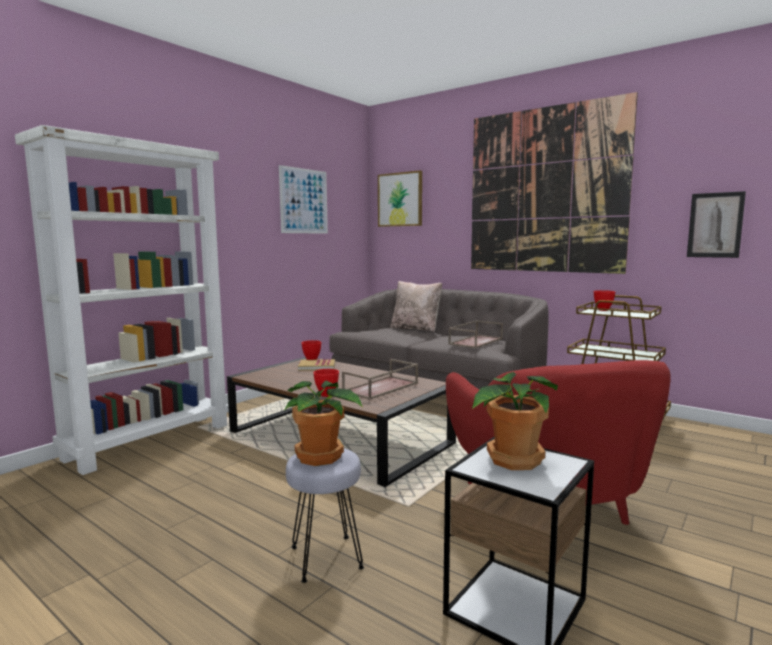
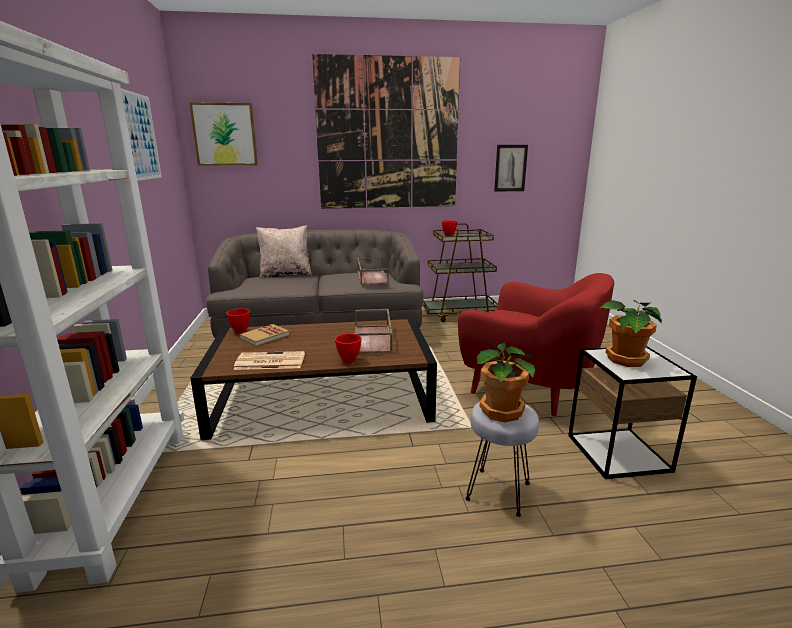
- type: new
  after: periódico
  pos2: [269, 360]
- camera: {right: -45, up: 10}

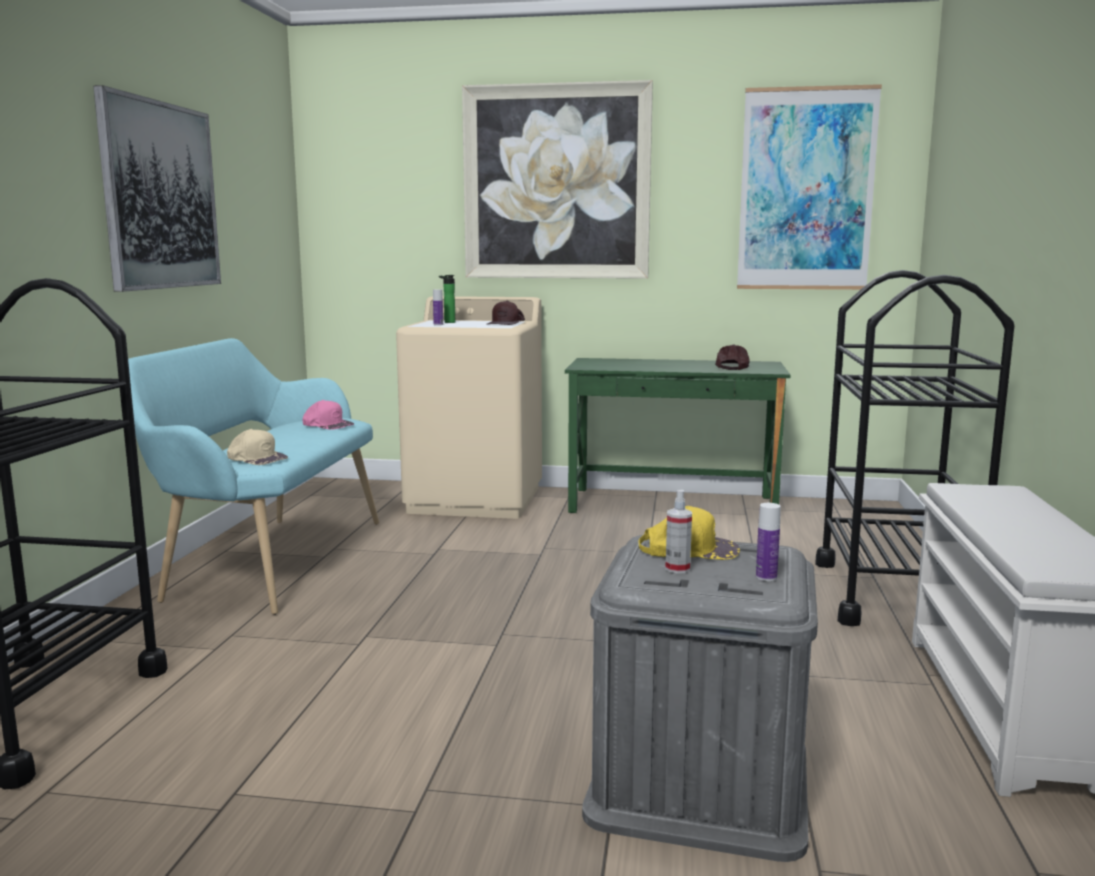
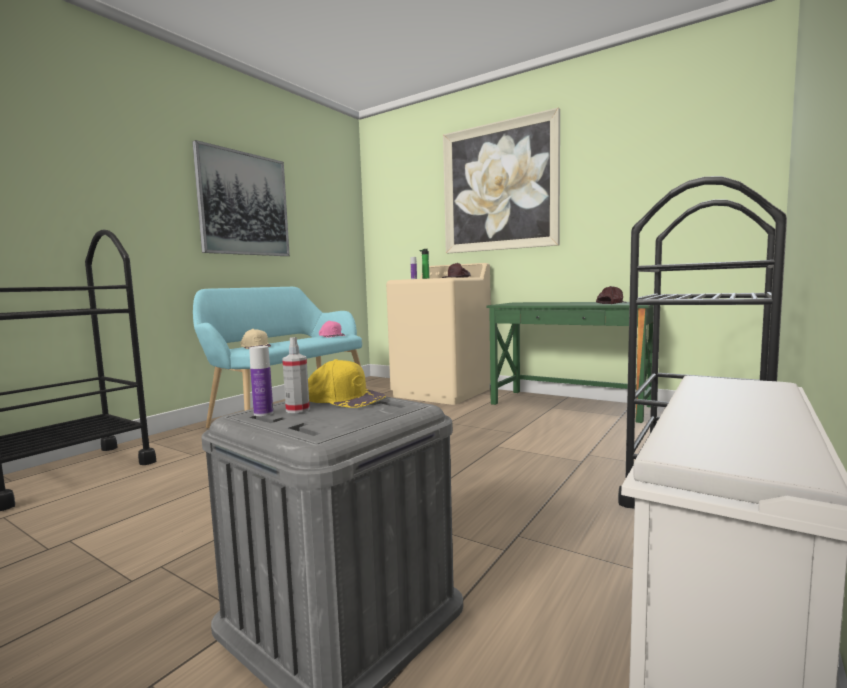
- type: gone
  before: cuadro
  pos1: [809, 187]
- type: shifted
  before: botella
  pos1: [768, 542]
  pos2: [261, 381]
- camera: {right: 25, up: -5}

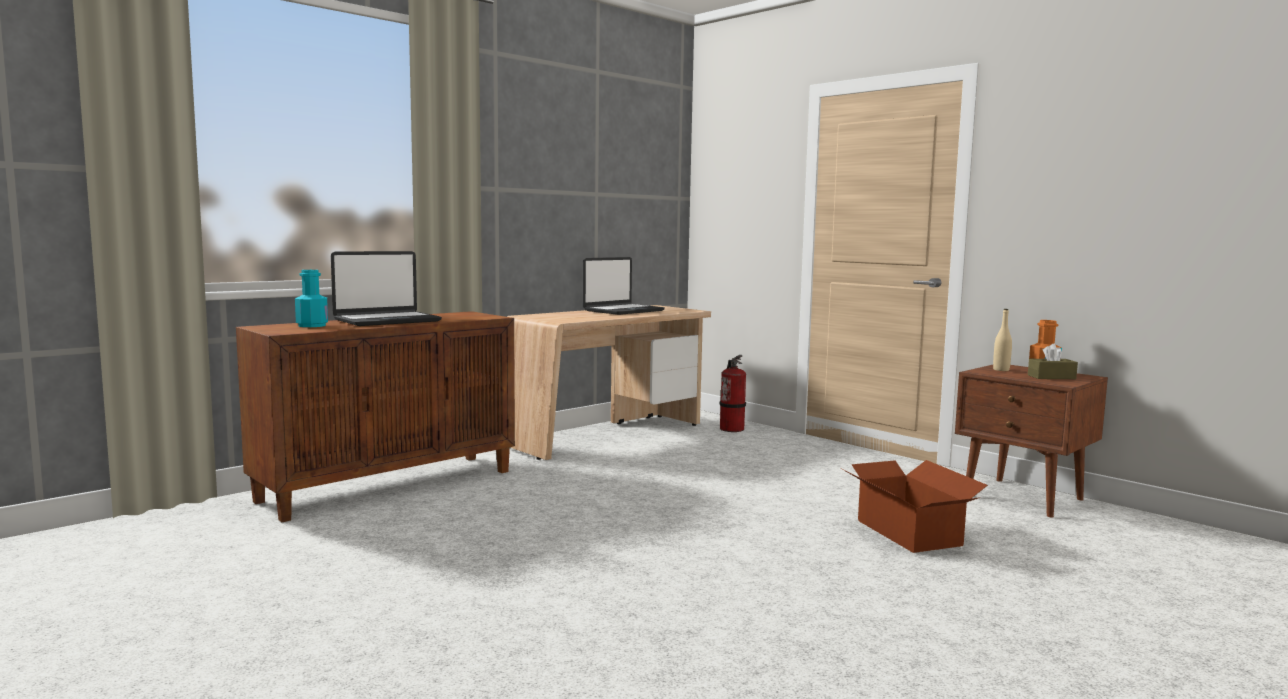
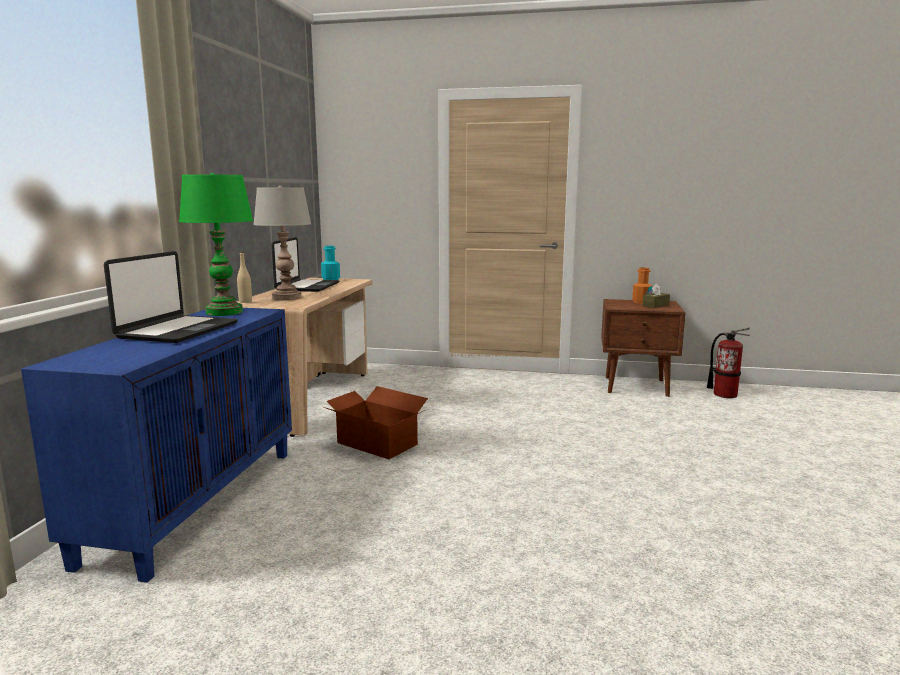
- type: repainted
  before: armario/marrón
  after: armario/azul
  pos1: [375, 416]
  pos2: [156, 445]
- type: shifted
  before: botella/turquesa
  pos1: [311, 298]
  pos2: [330, 263]
- type: shifted
  before: extintor
  pos1: [733, 393]
  pos2: [728, 363]
- type: shifted
  before: caja de cartón
  pos1: [914, 506]
  pos2: [376, 422]
- type: shifted
  before: botella/beis
  pos1: [1002, 340]
  pos2: [244, 277]
- type: new
  after: lámpara de mesa/verde
  pos2: [216, 244]
- type: new
  after: lámpara de mesa/gris
  pos2: [282, 243]
- camera: {right: -35, up: 5}

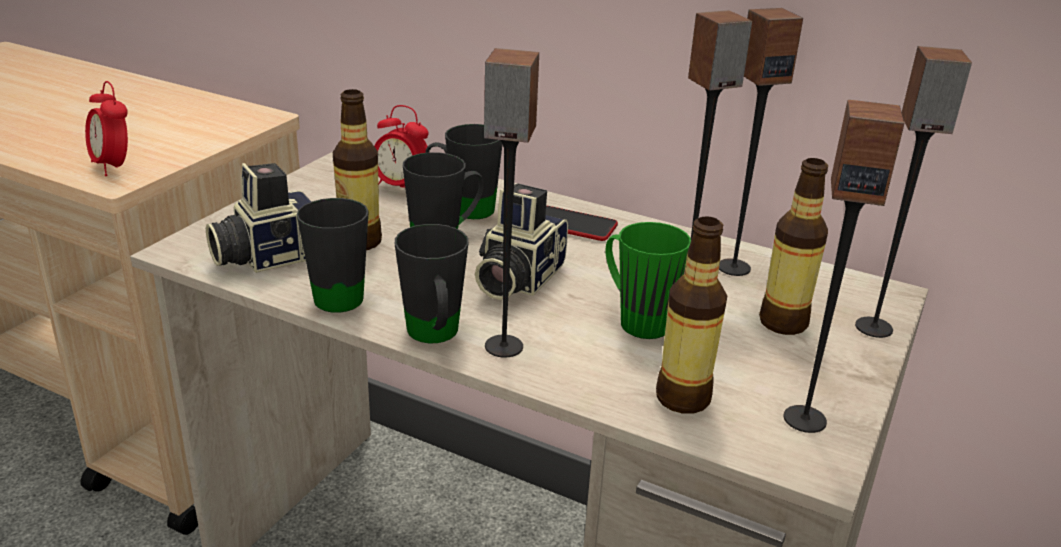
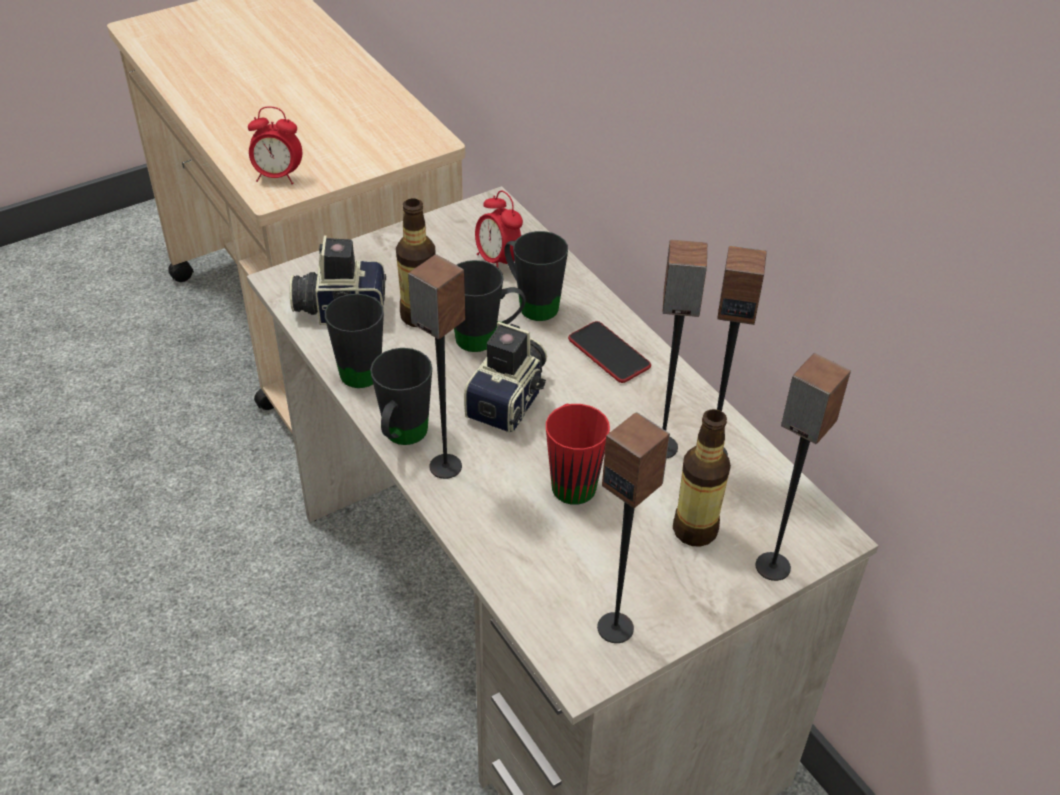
- type: rotated
  before: despertador
  pos1: [106, 128]
  pos2: [275, 145]
  turn: -75
- type: rotated
  before: cámara
  pos1: [521, 241]
  pos2: [505, 377]
  turn: 150
- type: repainted
  before: taza grande/verde
  after: taza grande/rojo
  pos1: [648, 280]
  pos2: [578, 454]
- type: gone
  before: botella
  pos1: [691, 315]
- camera: {right: 30, up: 15}

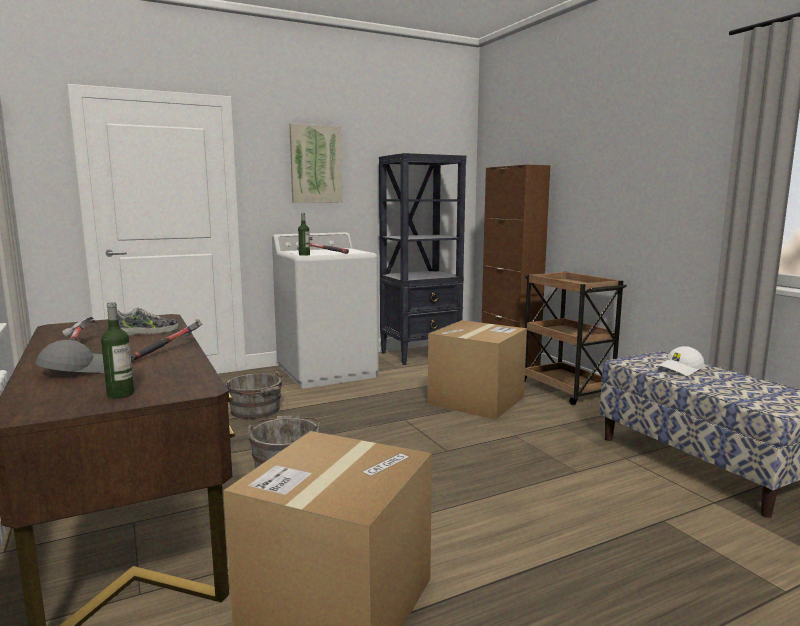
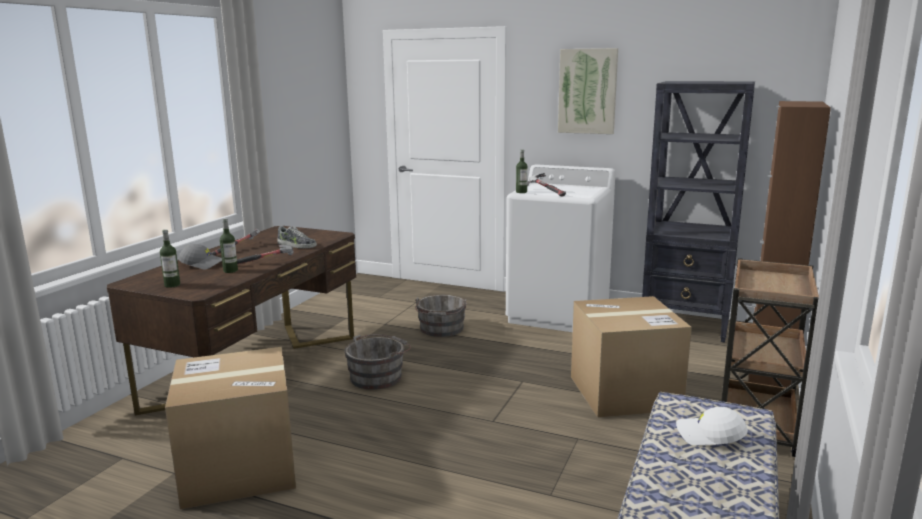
- type: new
  after: botella
  pos2: [229, 245]
- camera: {right: 50, up: 5}

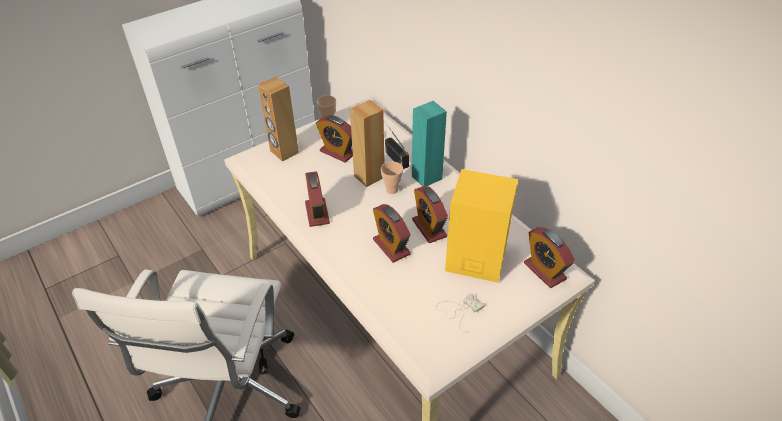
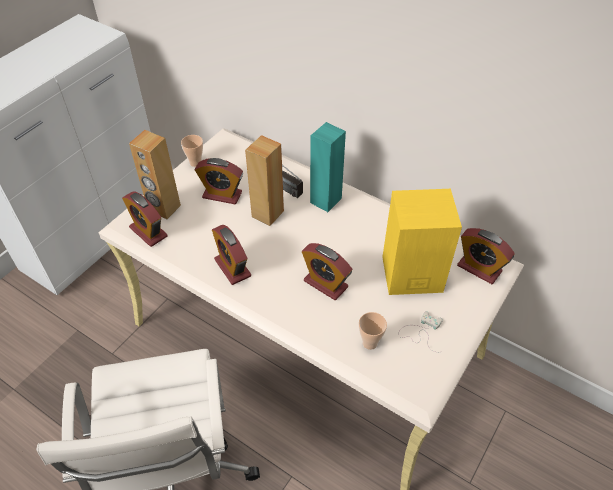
- type: shifted
  before: taza
  pos1: [392, 177]
  pos2: [373, 331]
- type: shifted
  before: despertador
  pos1: [430, 214]
  pos2: [145, 219]
- camera: {right: -20, up: 5}

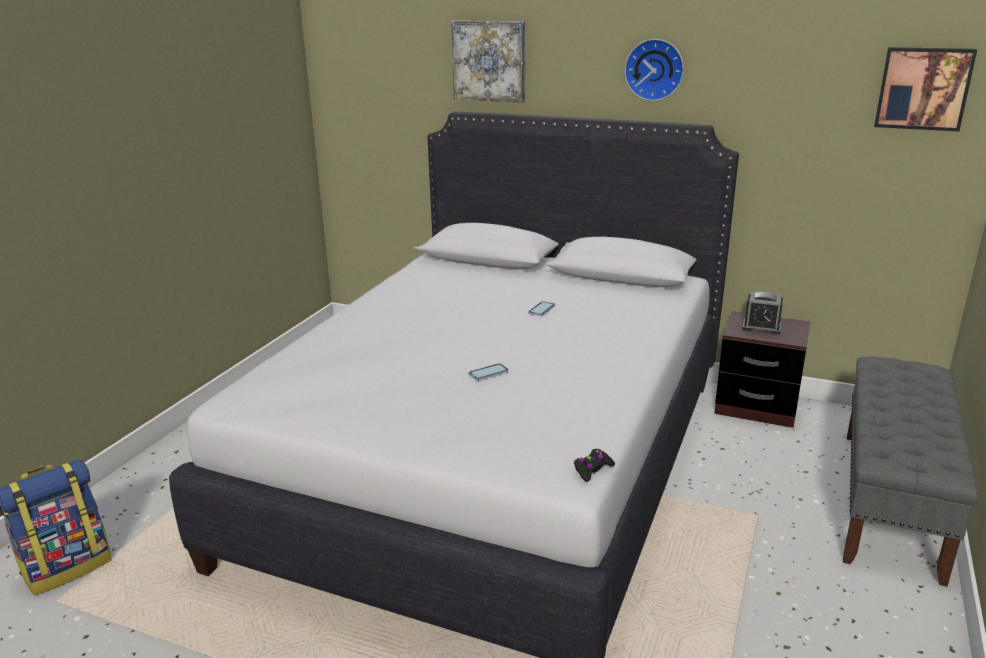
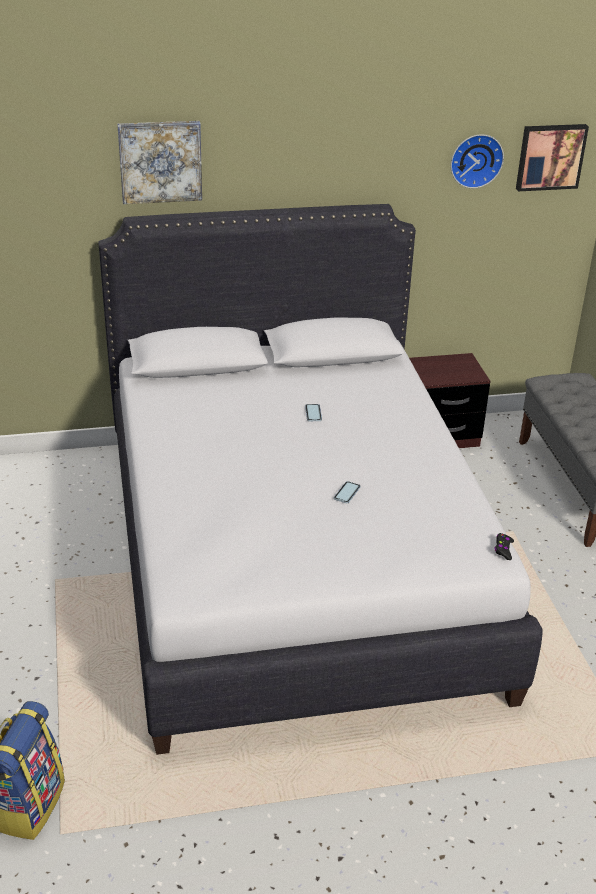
- type: shifted
  before: reloj de pared
  pos1: [654, 70]
  pos2: [477, 161]
- type: gone
  before: despertador
  pos1: [762, 313]
- camera: {right: -35, up: 10}

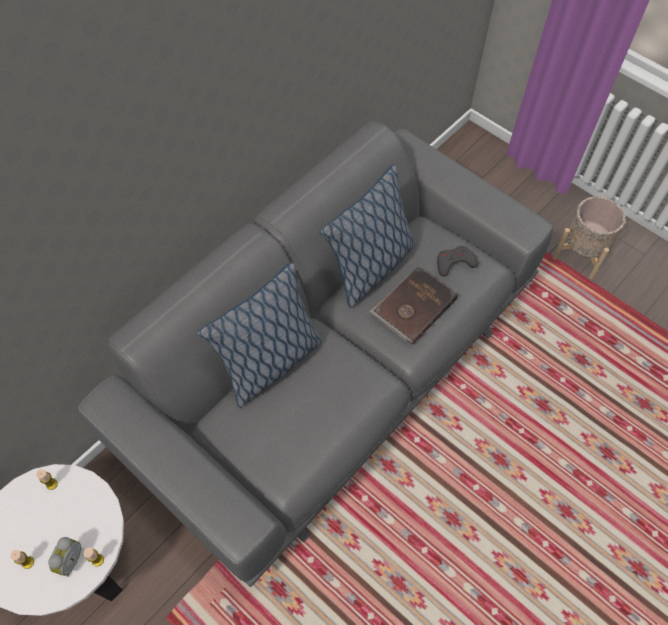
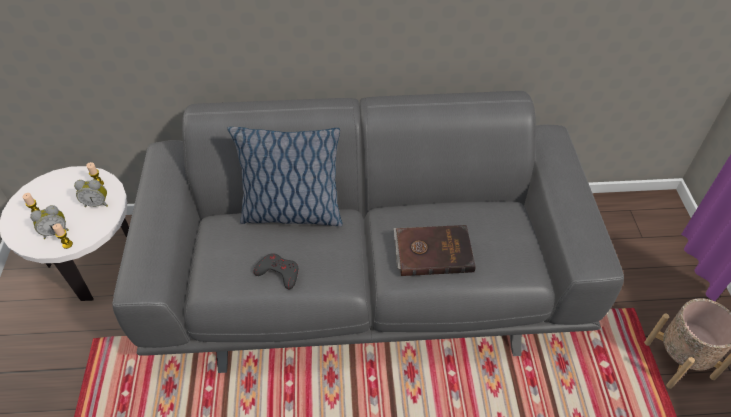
- type: gone
  before: cojín
  pos1: [367, 236]
- type: shifted
  before: mando de consola/gris
  pos1: [457, 261]
  pos2: [276, 271]
- type: new
  after: despertador
  pos2: [91, 193]
- camera: {right: 45, up: -10}

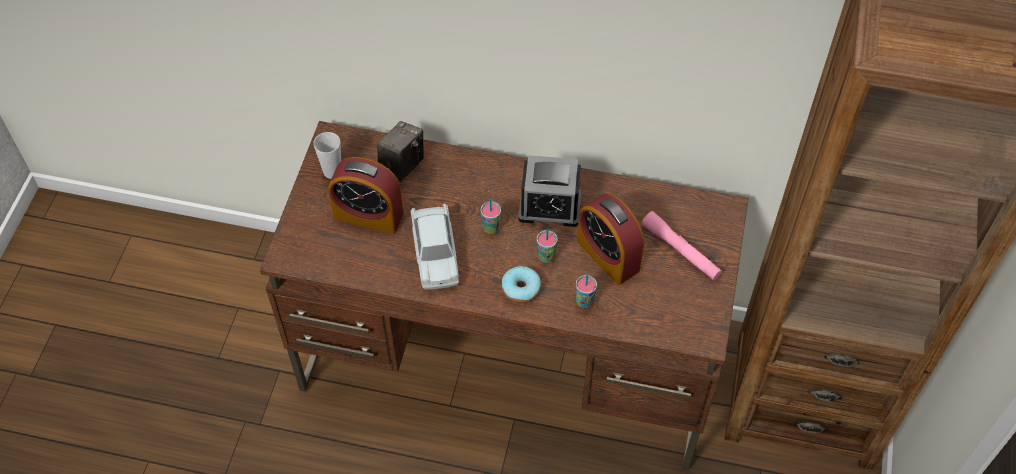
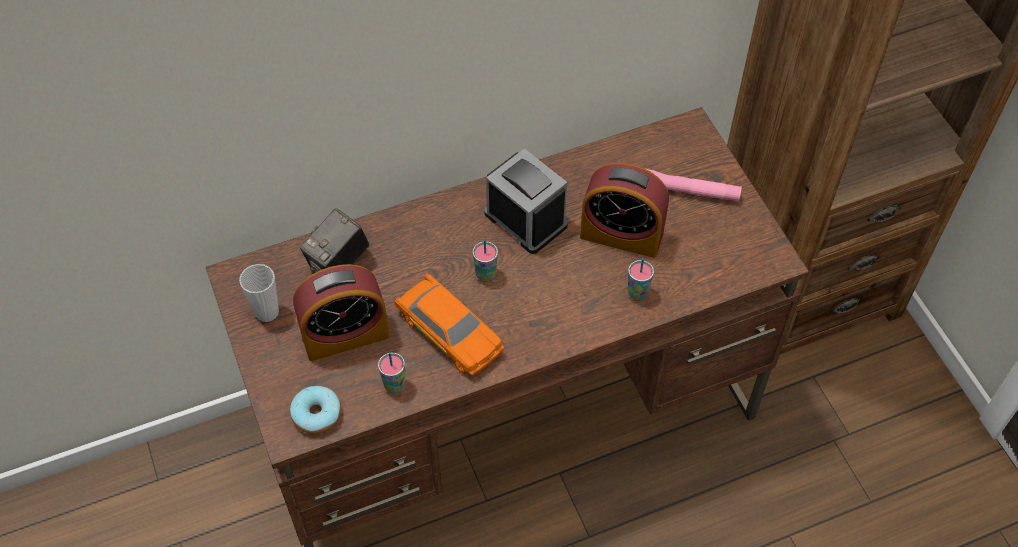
- type: rotated
  before: cámara
  pos1: [400, 151]
  pos2: [334, 240]
  turn: -135
- type: repainted
  before: coche de juguete/blanco
  after: coche de juguete/naranja
  pos1: [435, 247]
  pos2: [449, 325]
- type: shifted
  before: rosquilla
  pos1: [521, 284]
  pos2: [315, 410]
- type: rotated
  before: despertador
  pos1: [549, 191]
  pos2: [526, 201]
  turn: -105
- type: shifted
  before: taza
  pos1: [547, 245]
  pos2: [391, 372]
- camera: {right: -35, up: 0}

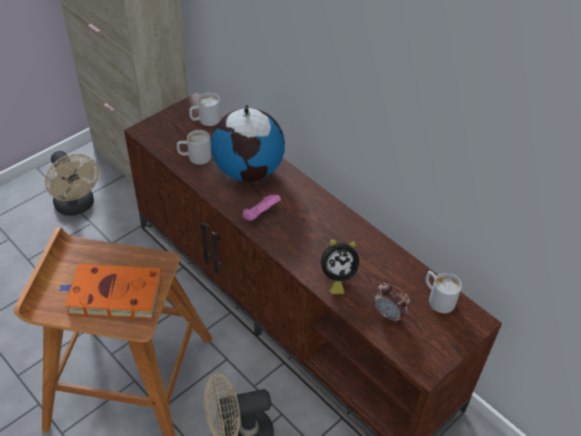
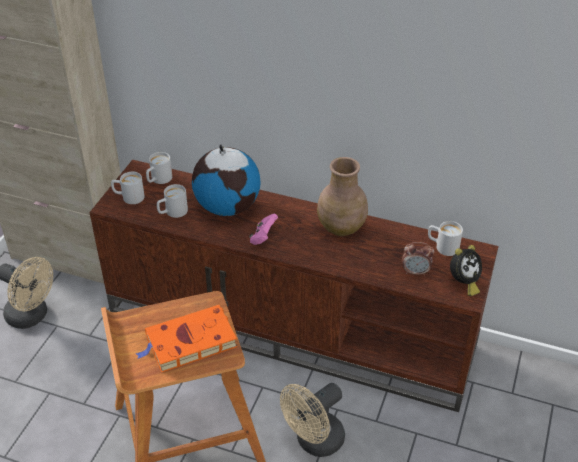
- type: shifted
  before: despertador
  pos1: [340, 267]
  pos2: [466, 270]
- type: new
  after: taza grande/blanco
  pos2: [128, 188]
- type: new
  after: florero/marrón
  pos2: [342, 196]
- camera: {right: -25, up: -5}

